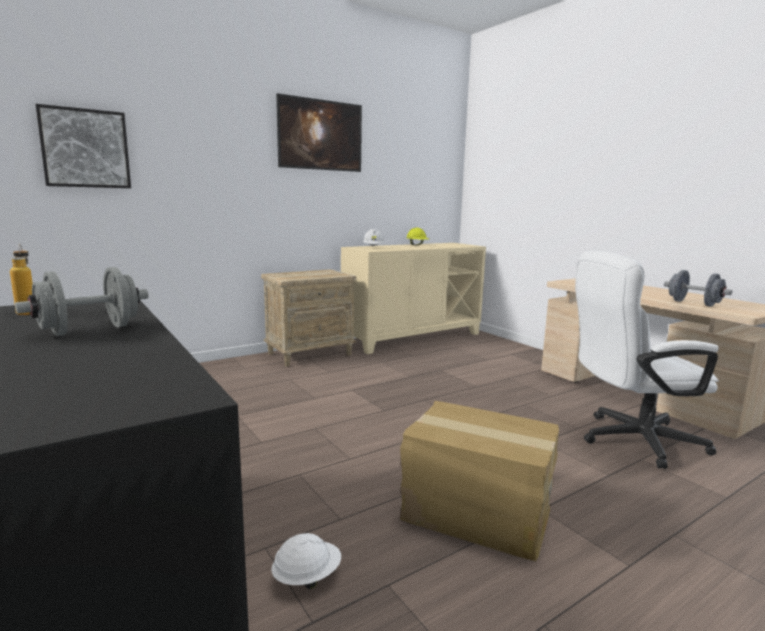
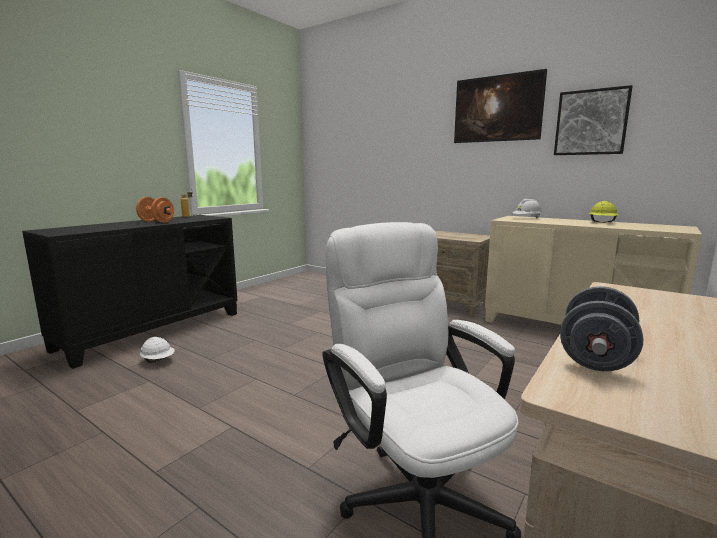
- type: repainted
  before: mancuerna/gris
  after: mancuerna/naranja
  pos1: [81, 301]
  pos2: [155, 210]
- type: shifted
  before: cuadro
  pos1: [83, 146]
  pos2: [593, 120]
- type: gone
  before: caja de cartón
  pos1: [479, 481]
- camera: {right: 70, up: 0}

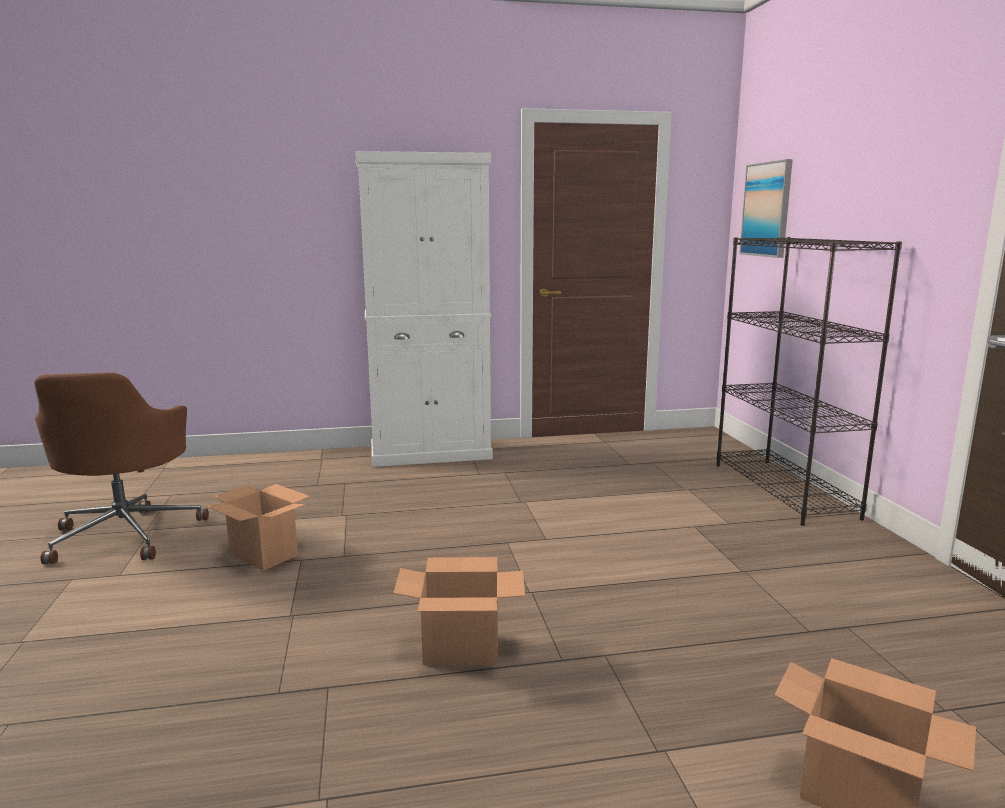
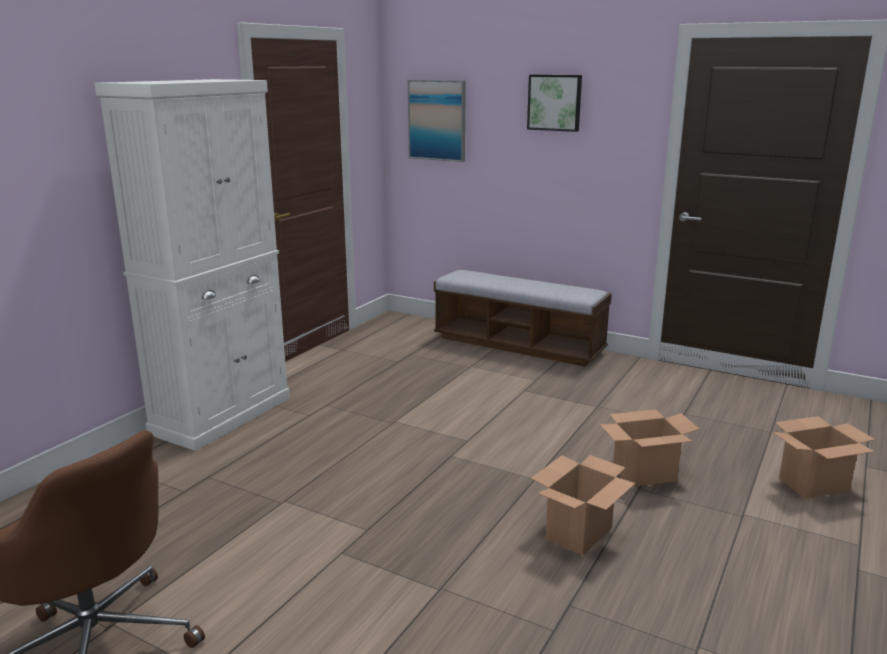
- type: shifted
  before: caja de cartón
  pos1: [258, 527]
  pos2: [649, 448]
- type: swapped
  before: estantería/negro
  after: banco
  pos1: [809, 381]
  pos2: [523, 318]
- type: new
  after: cuadro
  pos2: [554, 103]
- camera: {right: -50, up: 5}

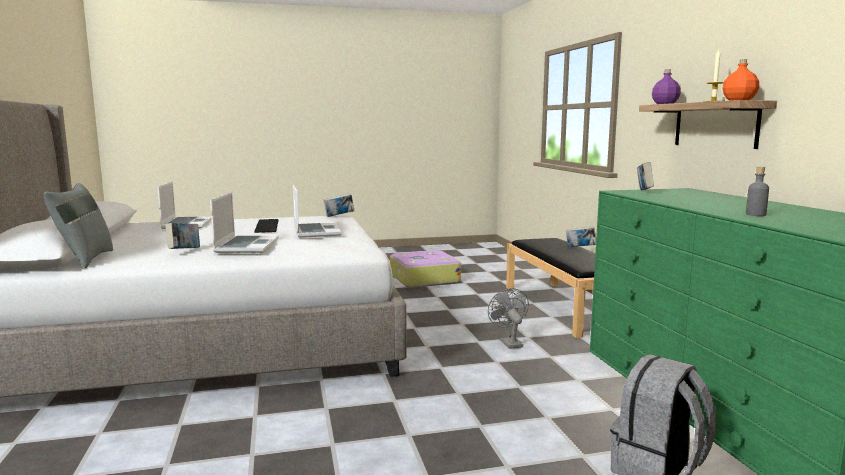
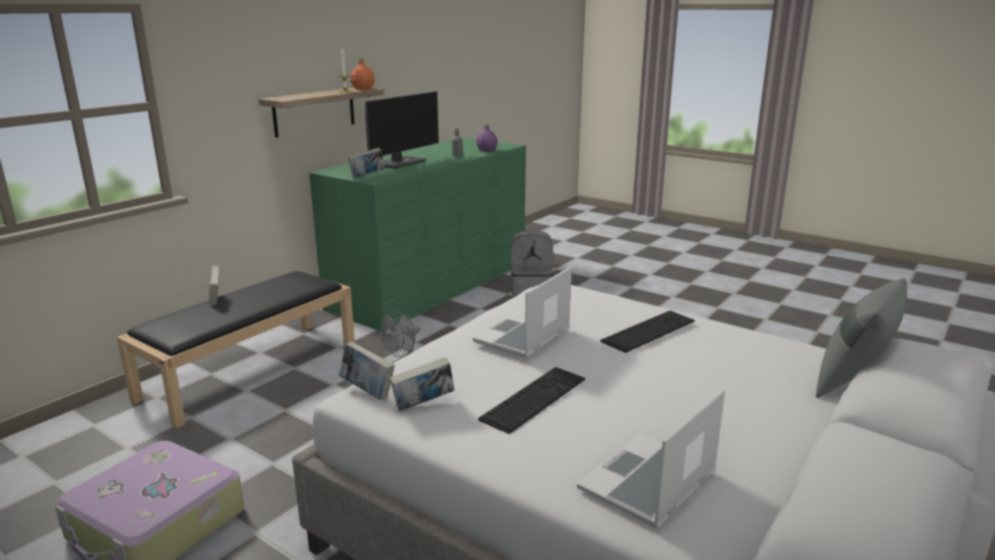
- type: shifted
  before: libro
  pos1: [182, 236]
  pos2: [421, 384]
- type: swapped
  before: portátil
  after: teclado
  pos1: [244, 222]
  pos2: [647, 332]
- type: shifted
  before: botella/morado
  pos1: [666, 86]
  pos2: [487, 137]
- type: new
  after: monitor
  pos2: [402, 130]
- camera: {right: -130, up: 10}

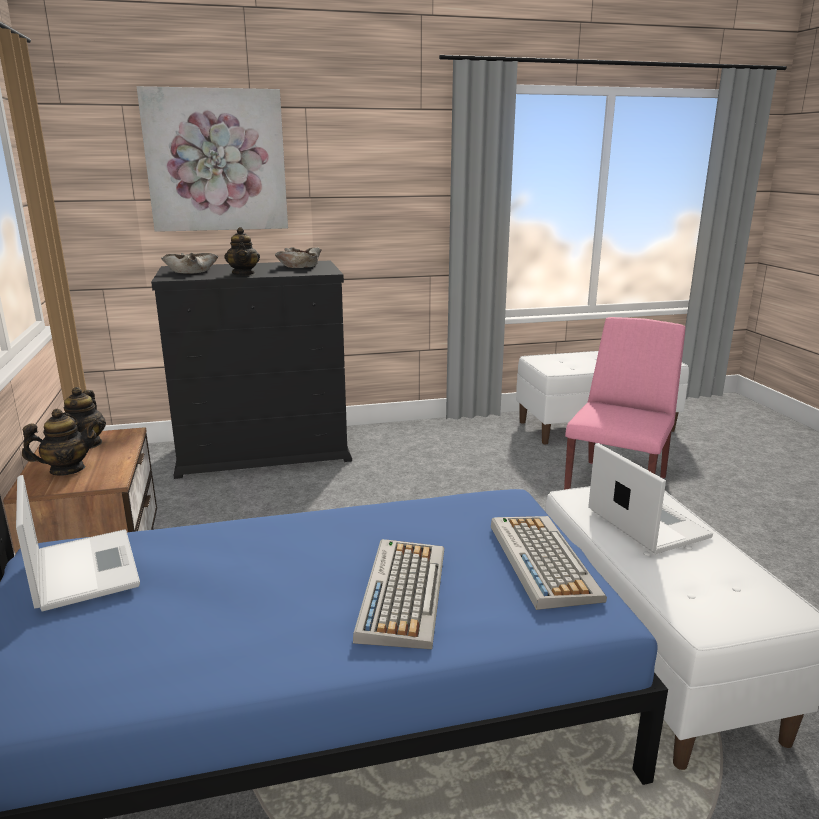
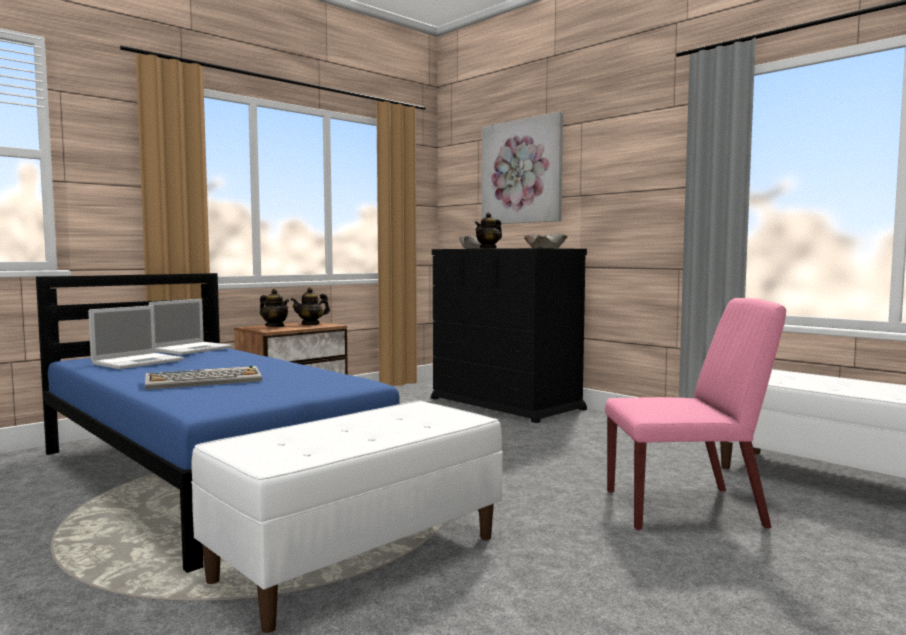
- type: gone
  before: teclado
  pos1: [549, 563]
- type: shifted
  before: portátil
  pos1: [650, 498]
  pos2: [136, 337]
- camera: {right: 60, up: -15}

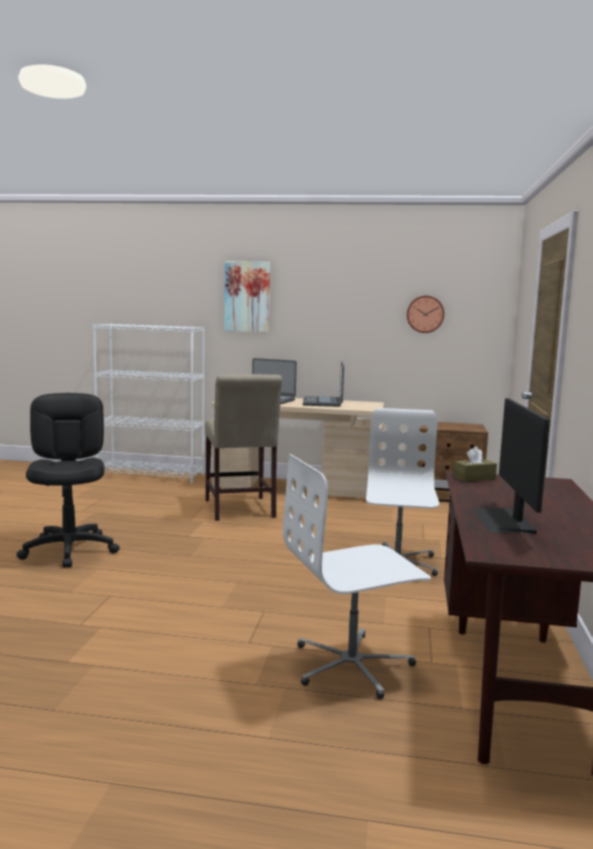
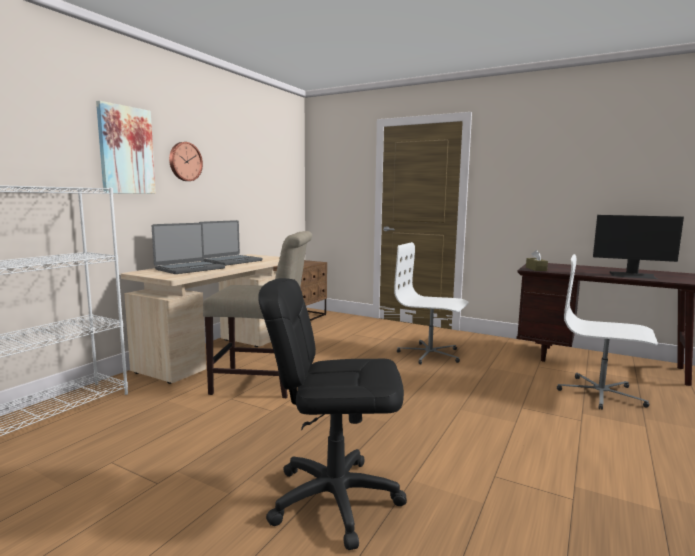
- type: rotated
  before: silla de oficina/blanco
  pos1: [357, 576]
  pos2: [607, 332]
  turn: 120
- type: rotated
  before: portátil
  pos1: [323, 384]
  pos2: [230, 243]
  turn: -75
- type: shifted
  before: reloj de pared
  pos1: [425, 314]
  pos2: [186, 161]
- camera: {right: -70, up: 0}

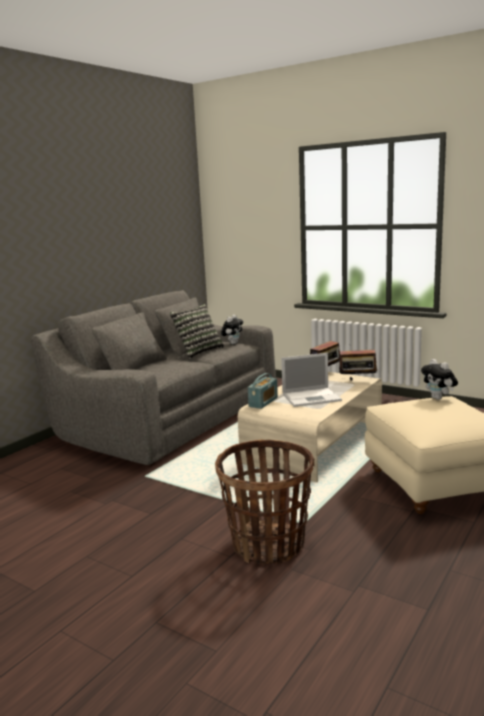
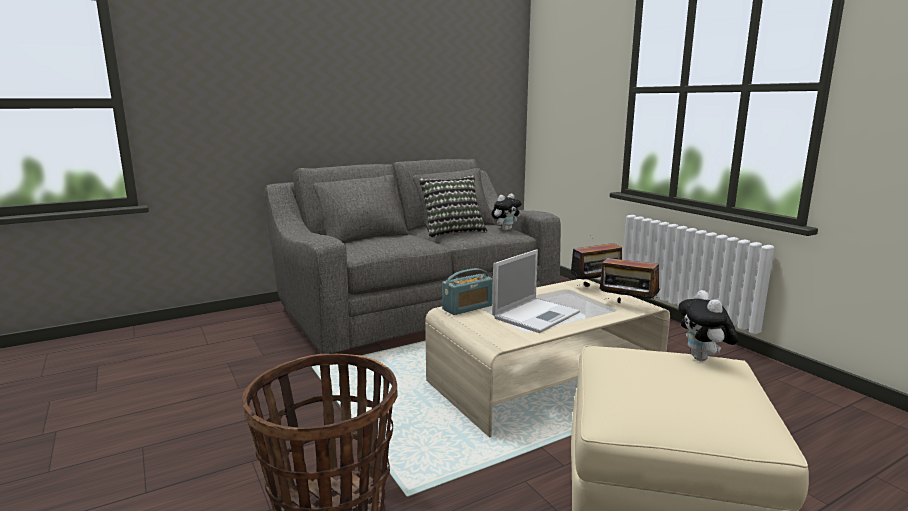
- type: rotated
  before: portátil
  pos1: [311, 380]
  pos2: [536, 291]
  turn: -60
- camera: {right: 25, up: 0}

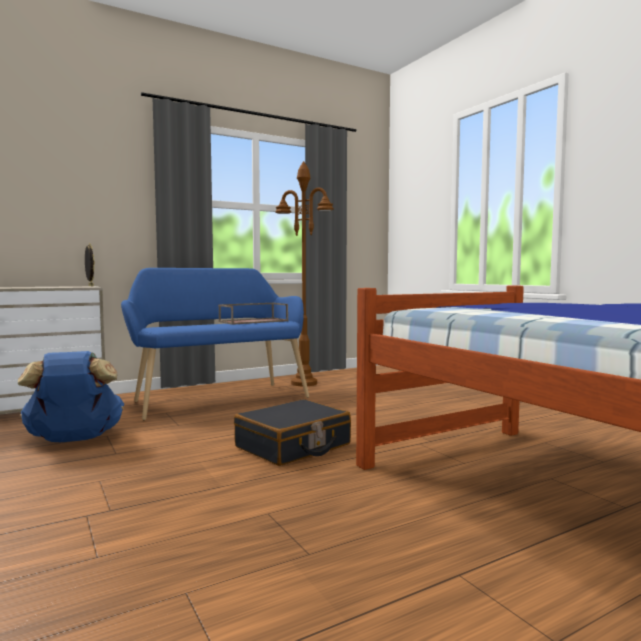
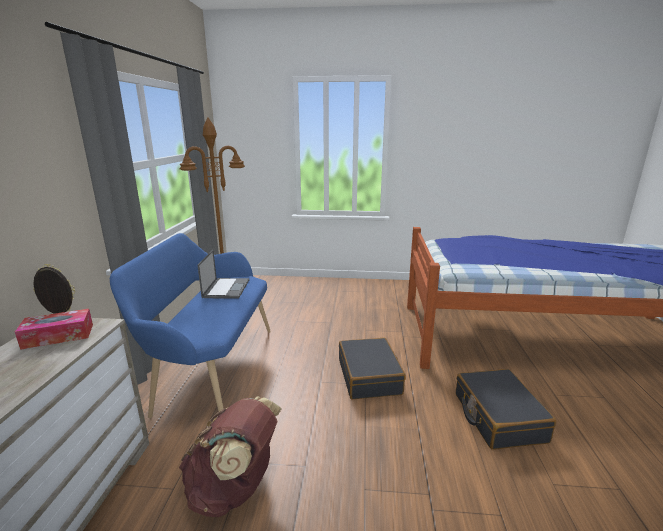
- type: repainted
  before: mochila/azul
  after: mochila/marrón
  pos1: [71, 396]
  pos2: [230, 456]
- type: swapped
  before: bandeja/marrón
  after: portátil
  pos1: [253, 314]
  pos2: [223, 274]
- type: new
  after: caja de pañuelos
  pos2: [54, 329]
- type: new
  after: maleta/negro
  pos2: [506, 409]
- camera: {right: -55, up: 15}

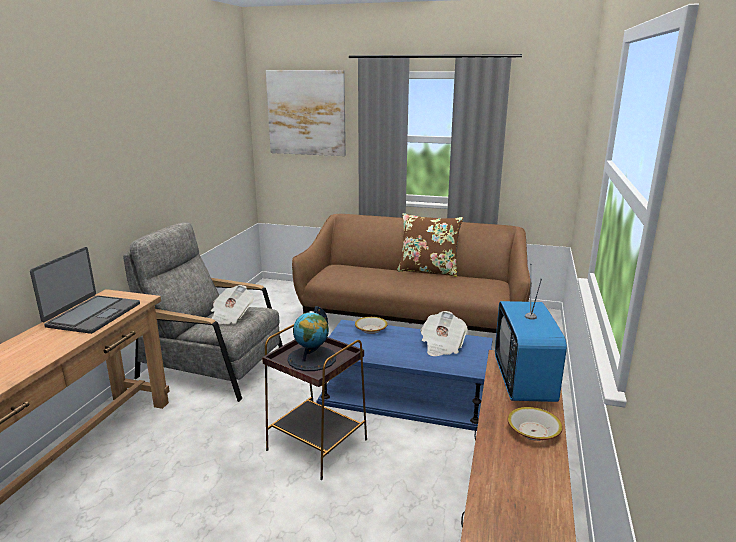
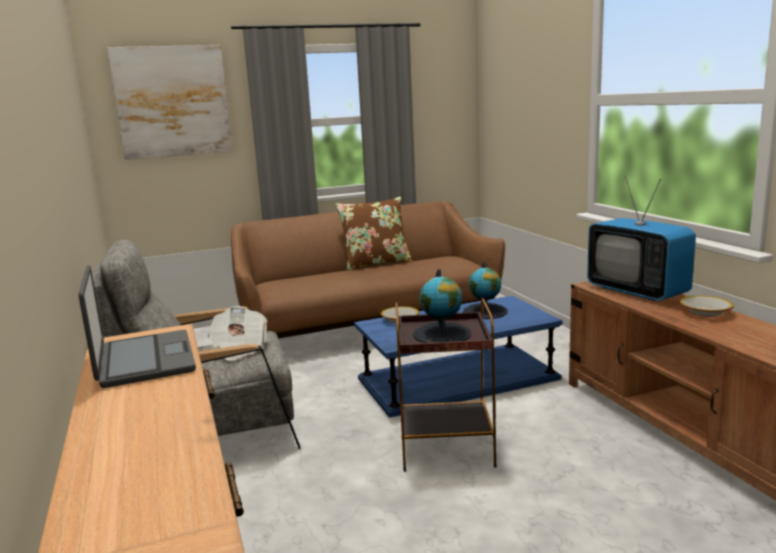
- type: swapped
  before: periódico
  after: globo terráqueo
  pos1: [444, 333]
  pos2: [485, 290]
- camera: {right: -35, up: -5}

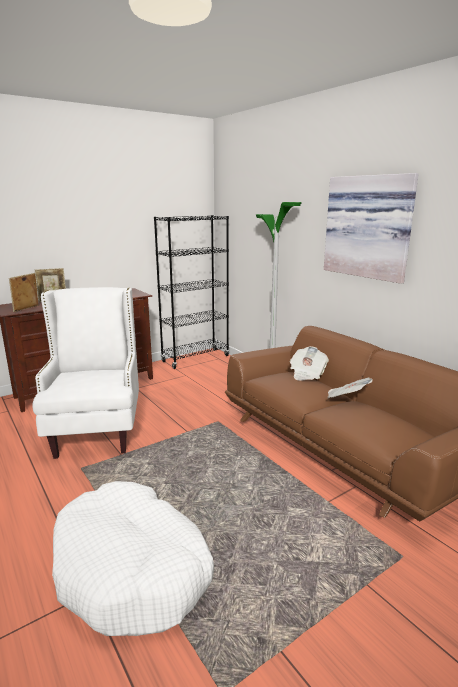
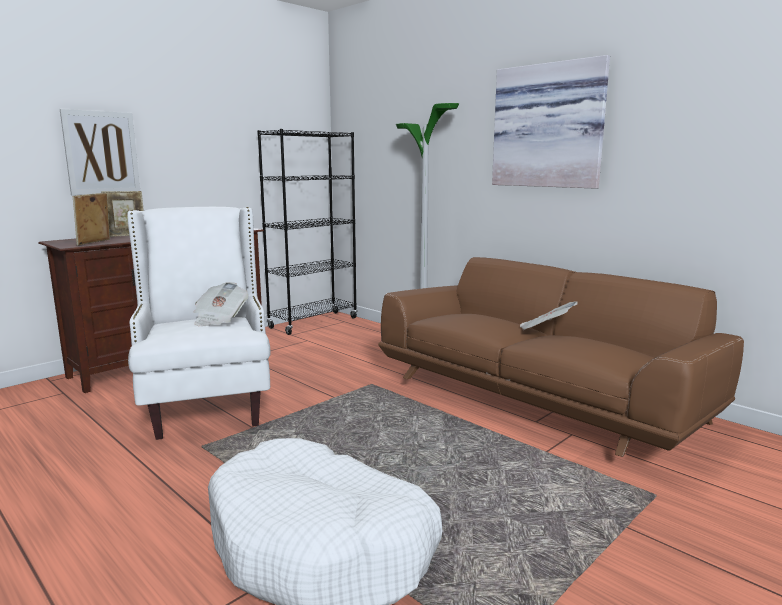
- type: shifted
  before: periódico
  pos1: [309, 363]
  pos2: [221, 304]
- type: new
  after: cuadro
  pos2: [100, 152]
- camera: {right: -10, up: -5}

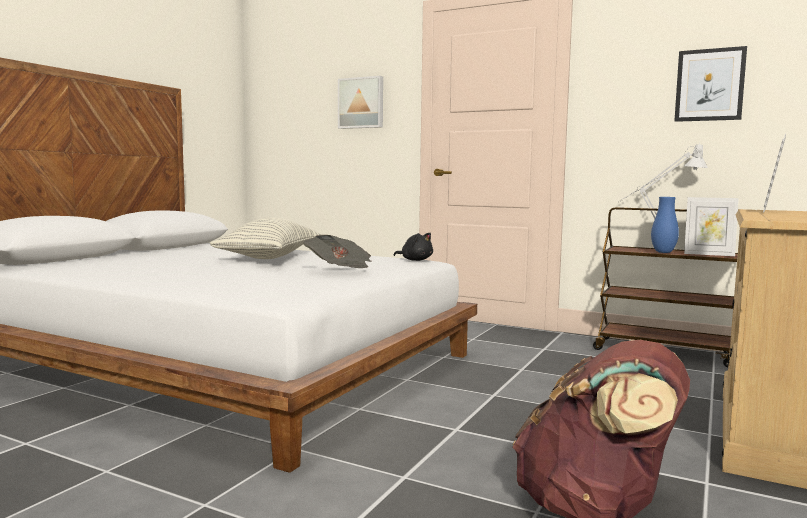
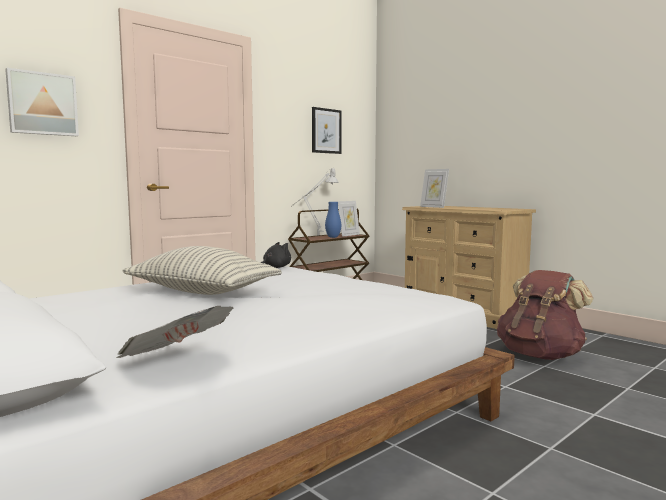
- type: shifted
  before: periódico
  pos1: [337, 251]
  pos2: [175, 332]
- camera: {right: -70, up: 0}

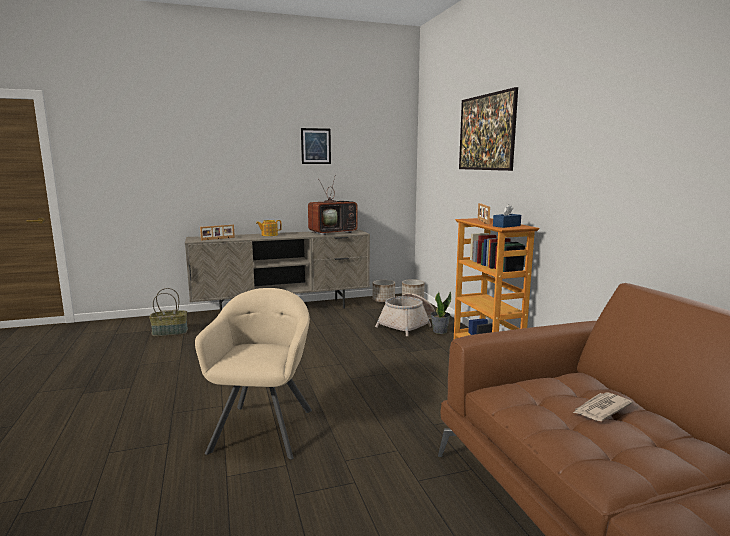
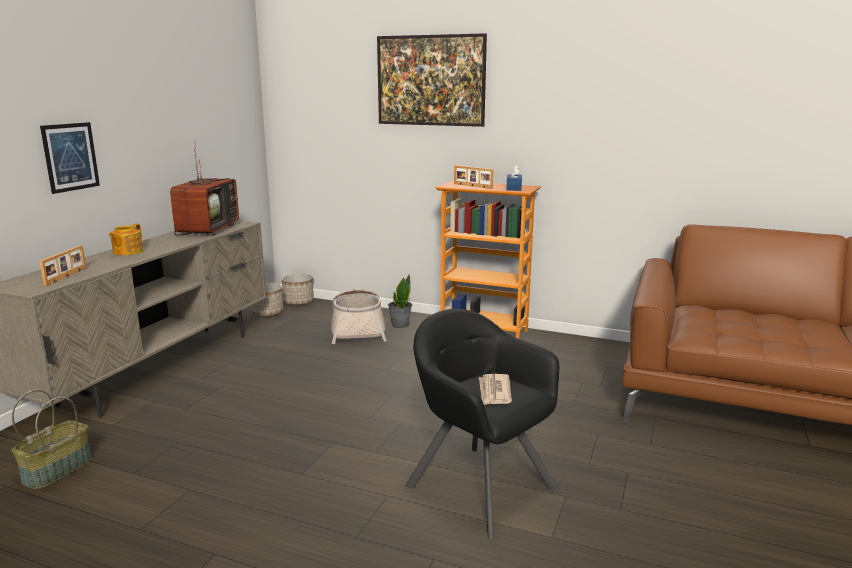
- type: repainted
  before: sillón/beis
  after: sillón/negro
  pos1: [253, 373]
  pos2: [482, 424]
- type: shifted
  before: cuadro
  pos1: [316, 146]
  pos2: [70, 158]
- type: shifted
  before: periódico
  pos1: [603, 406]
  pos2: [495, 389]
- camera: {right: -50, up: 5}

